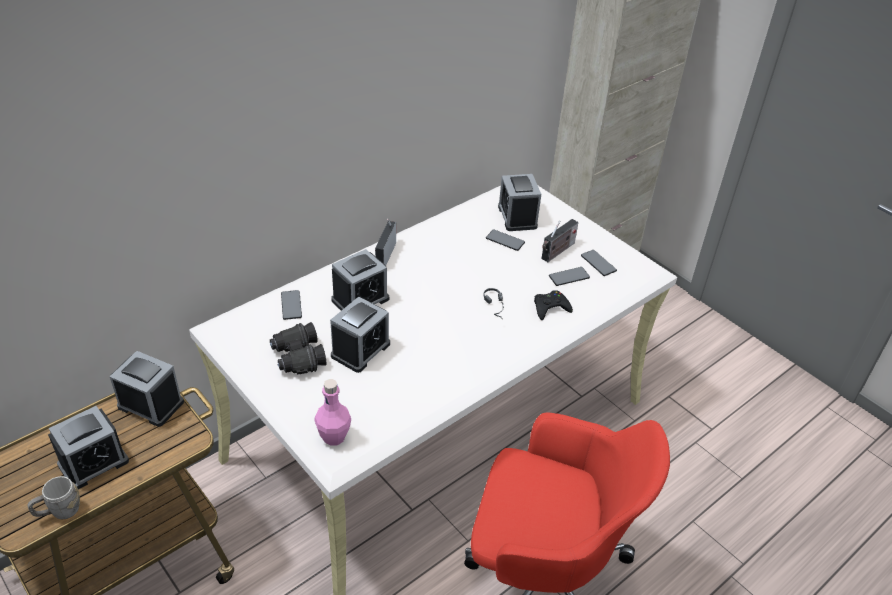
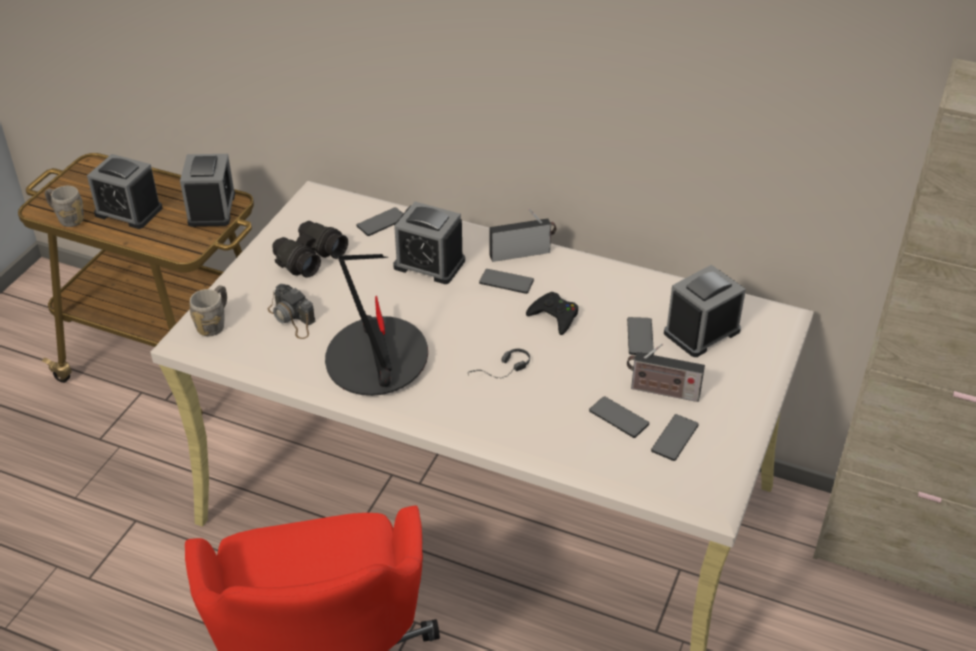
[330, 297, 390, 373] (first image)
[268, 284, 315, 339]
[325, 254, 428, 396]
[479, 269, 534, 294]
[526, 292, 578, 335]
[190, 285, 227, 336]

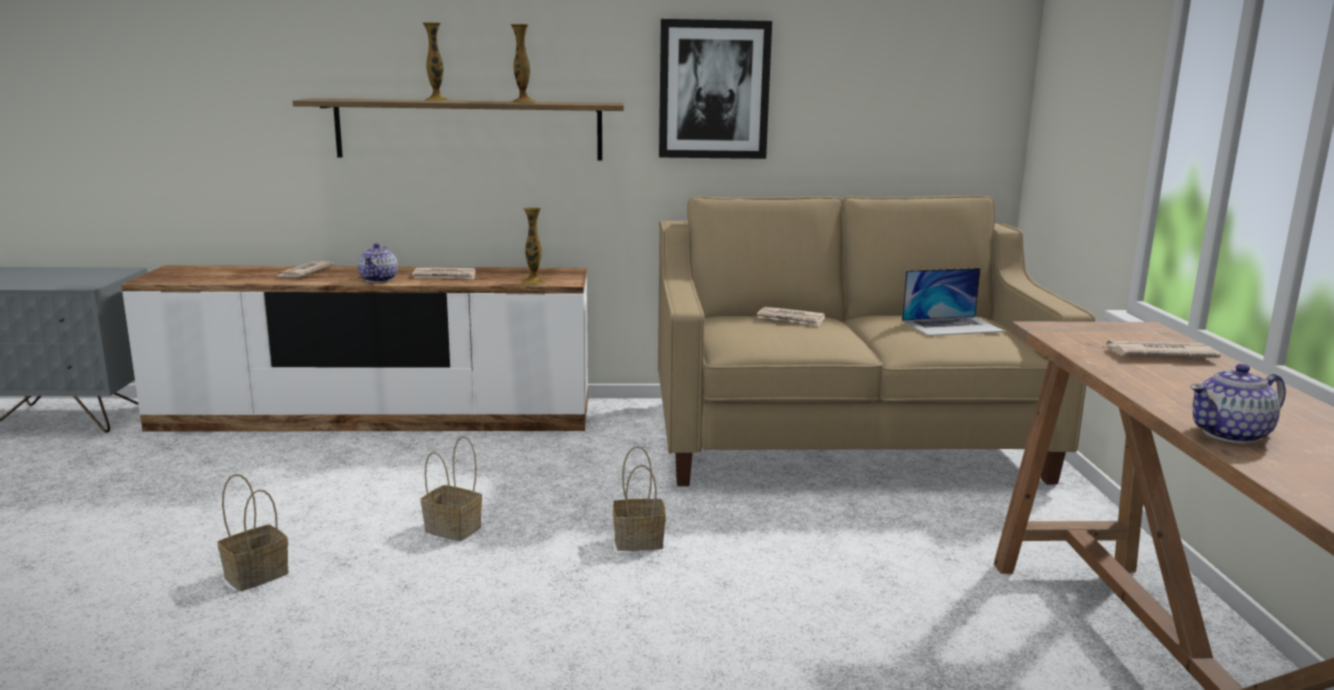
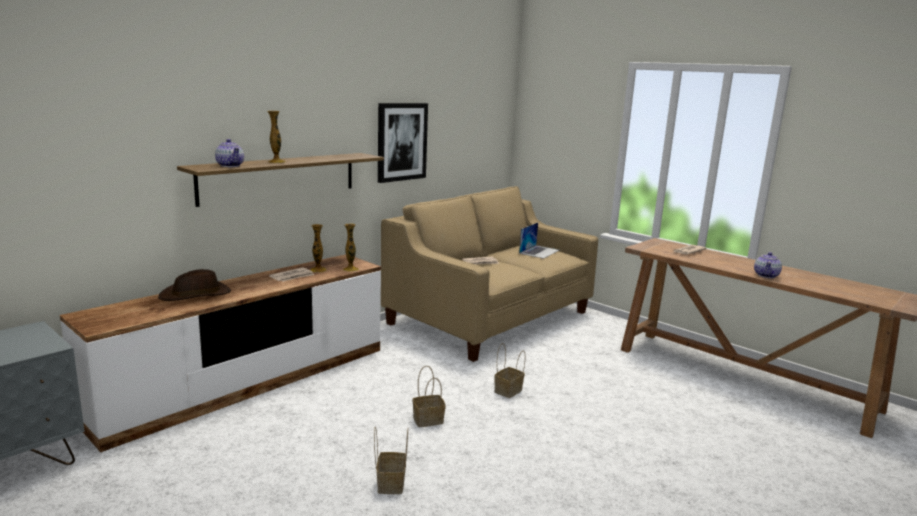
[215, 139, 244, 167]
[310, 224, 326, 273]
[158, 269, 231, 301]

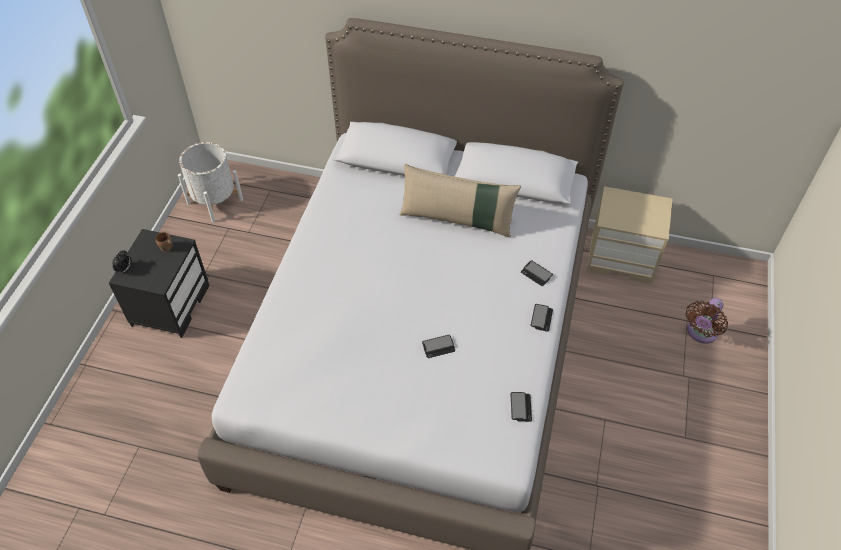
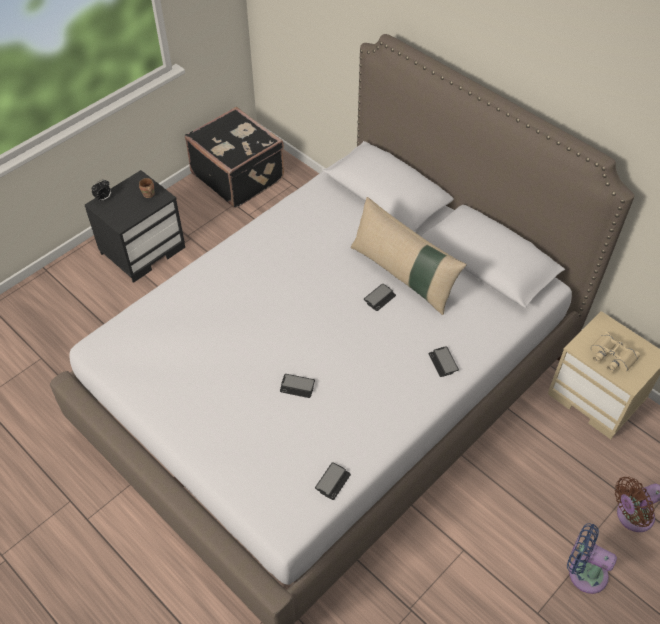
[567, 523, 617, 594]
[590, 332, 640, 373]
[364, 284, 396, 311]
[185, 107, 284, 208]

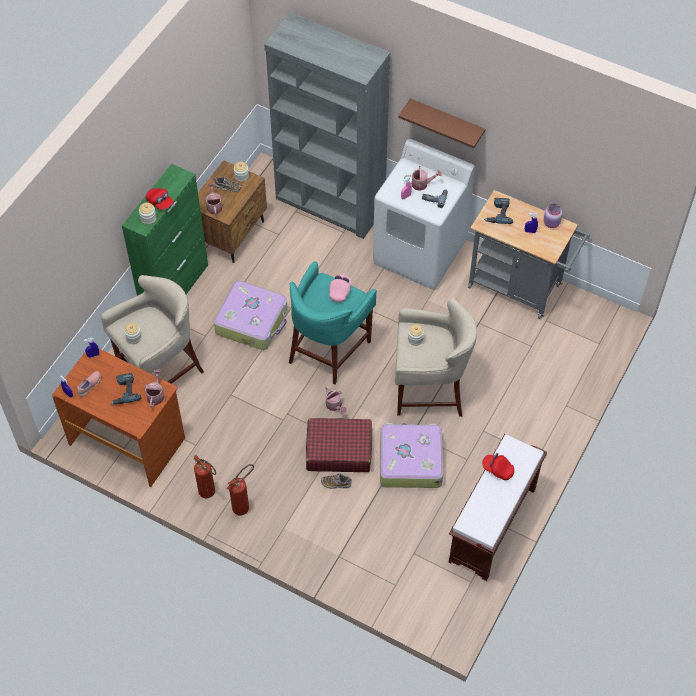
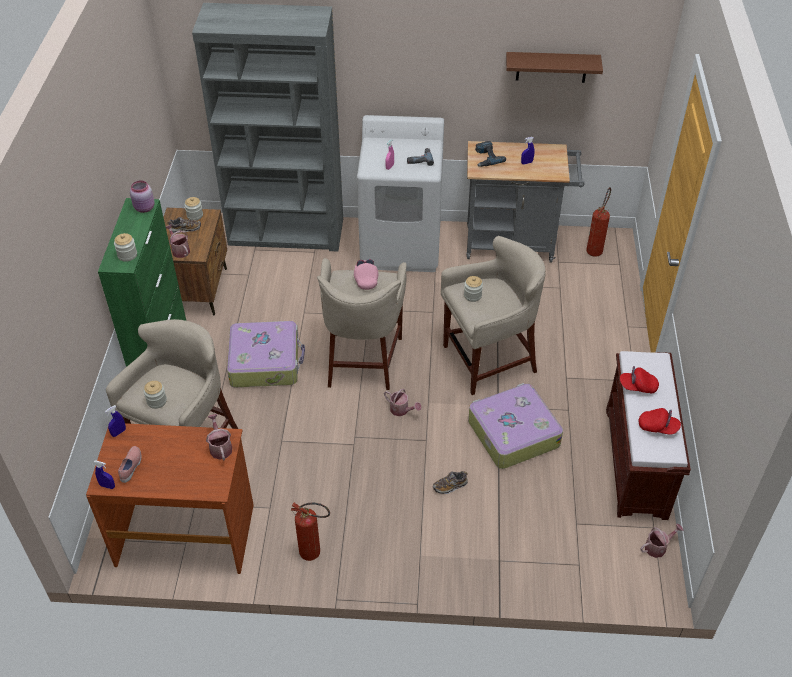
[111, 373, 142, 404] (first image)
[306, 418, 372, 472] (first image)
[639, 408, 681, 435]
[586, 187, 611, 257]
[506, 52, 603, 83]
[640, 523, 683, 558]
[130, 180, 155, 213]
[317, 258, 407, 390]

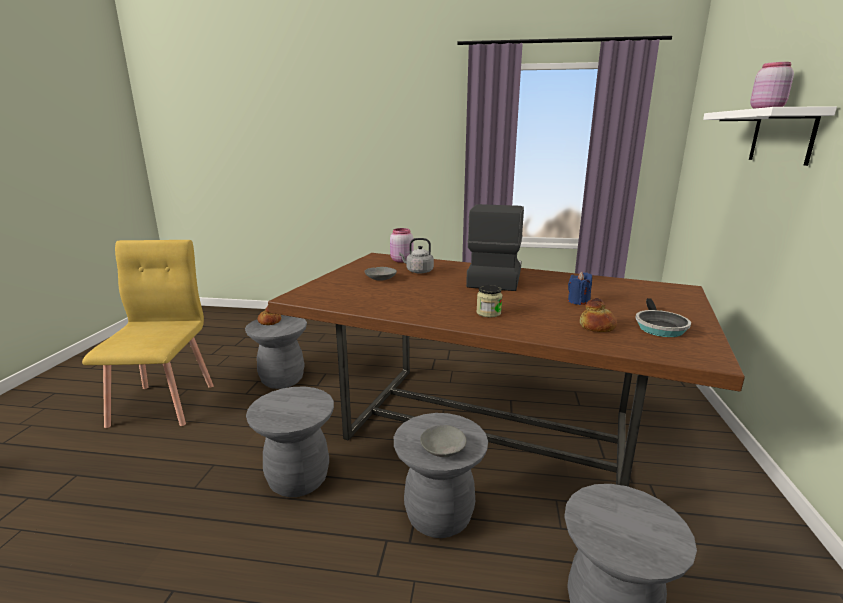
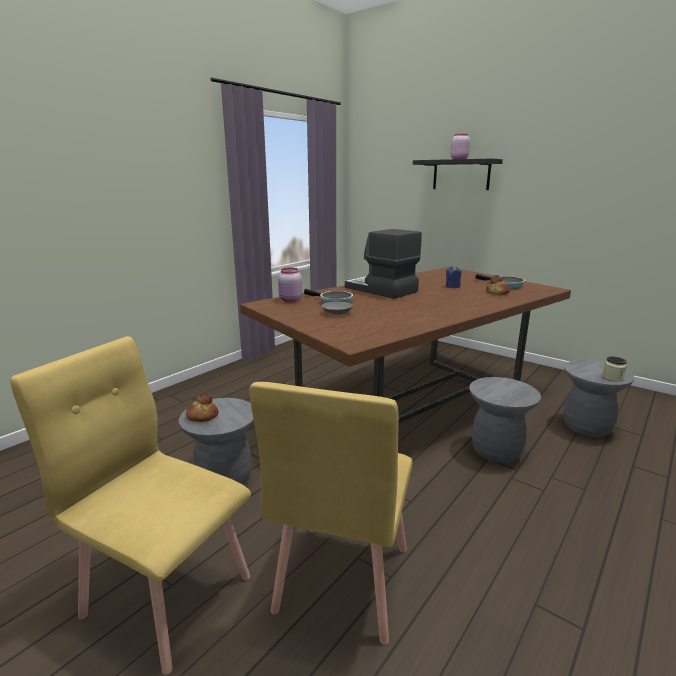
[246, 387, 334, 497] (first image)
[420, 425, 467, 457] (first image)
[250, 382, 412, 645]
[602, 356, 627, 381]
[304, 289, 353, 303]
[413, 158, 503, 190]

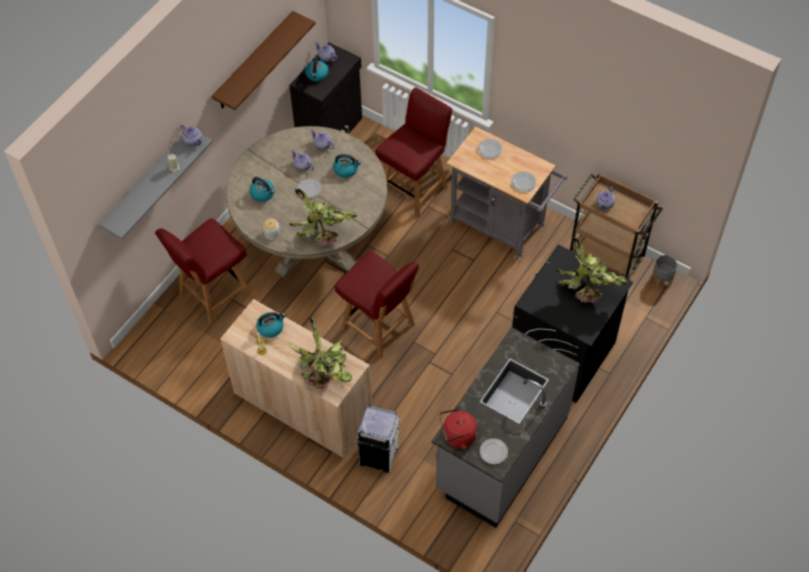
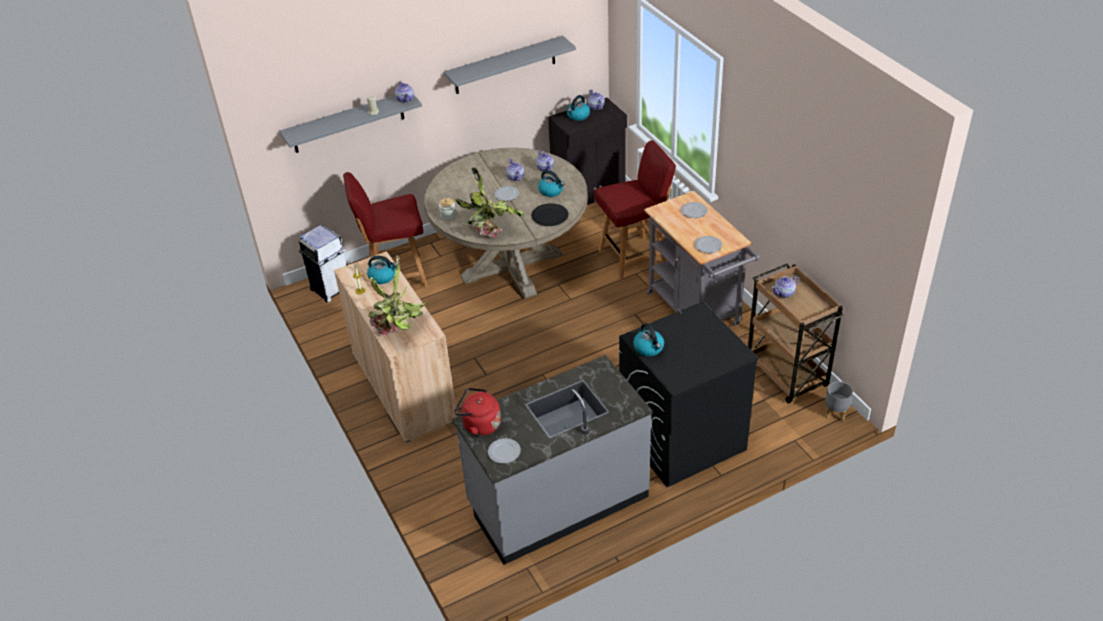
[335, 251, 419, 359] (first image)
[555, 237, 627, 303] (first image)
[531, 203, 569, 226]
[633, 323, 664, 356]
[299, 225, 346, 302]
[444, 36, 576, 94]

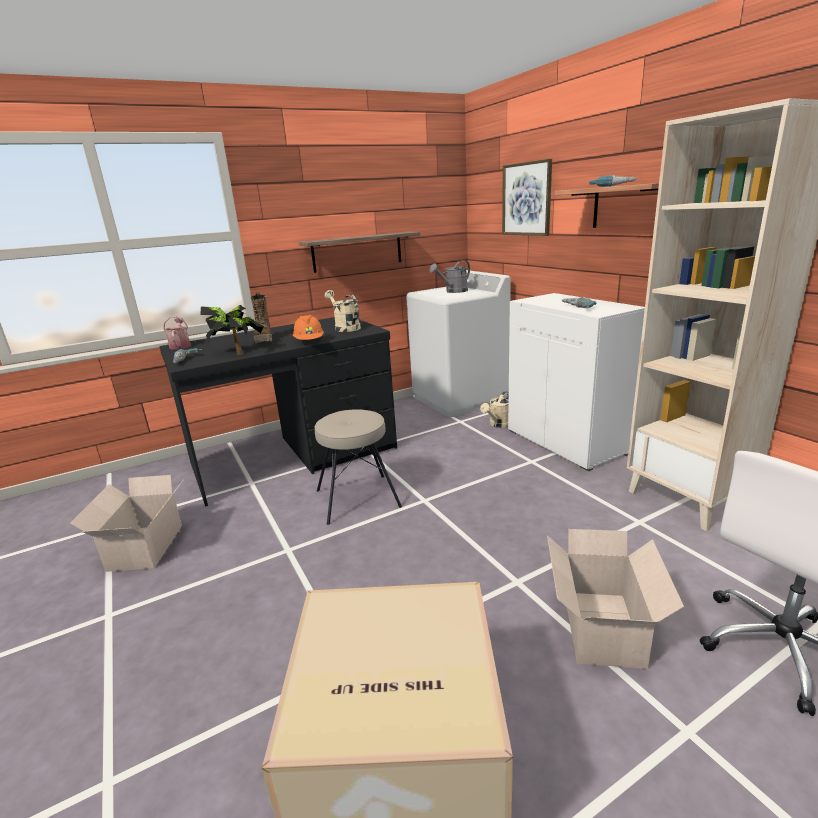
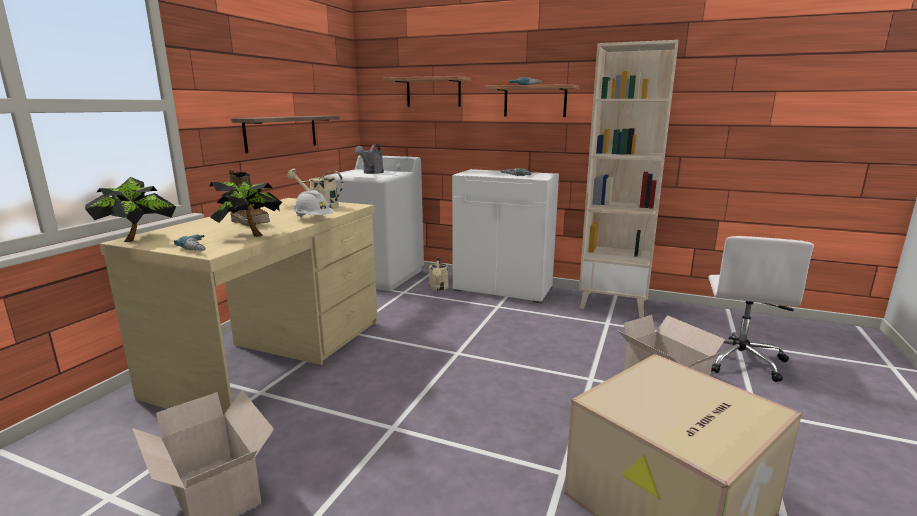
[315, 409, 402, 525] (first image)
[85, 177, 176, 242]
[383, 76, 471, 107]
[100, 198, 377, 415]
[294, 190, 334, 217]

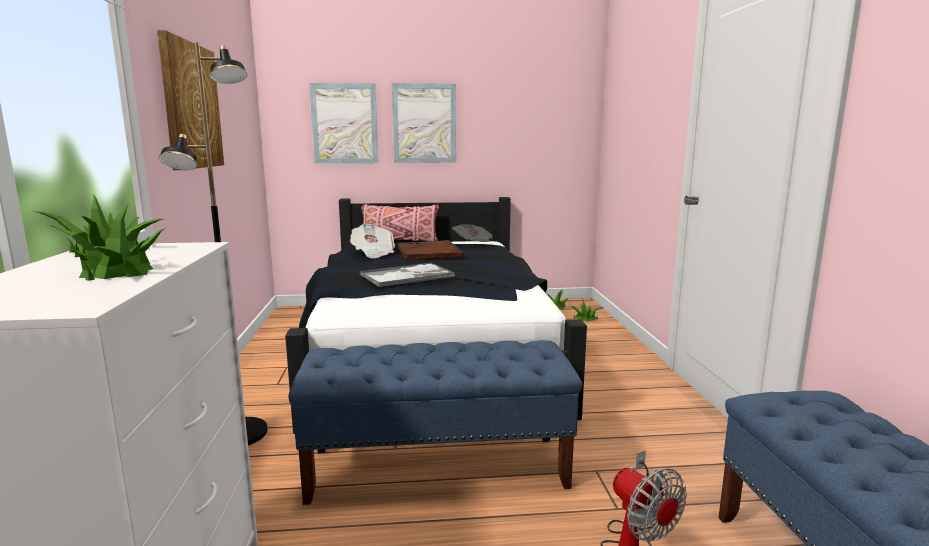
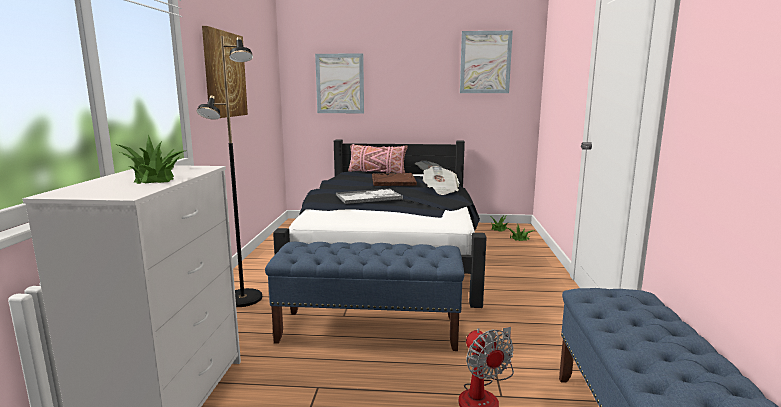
[423, 166, 459, 195]
[460, 31, 513, 93]

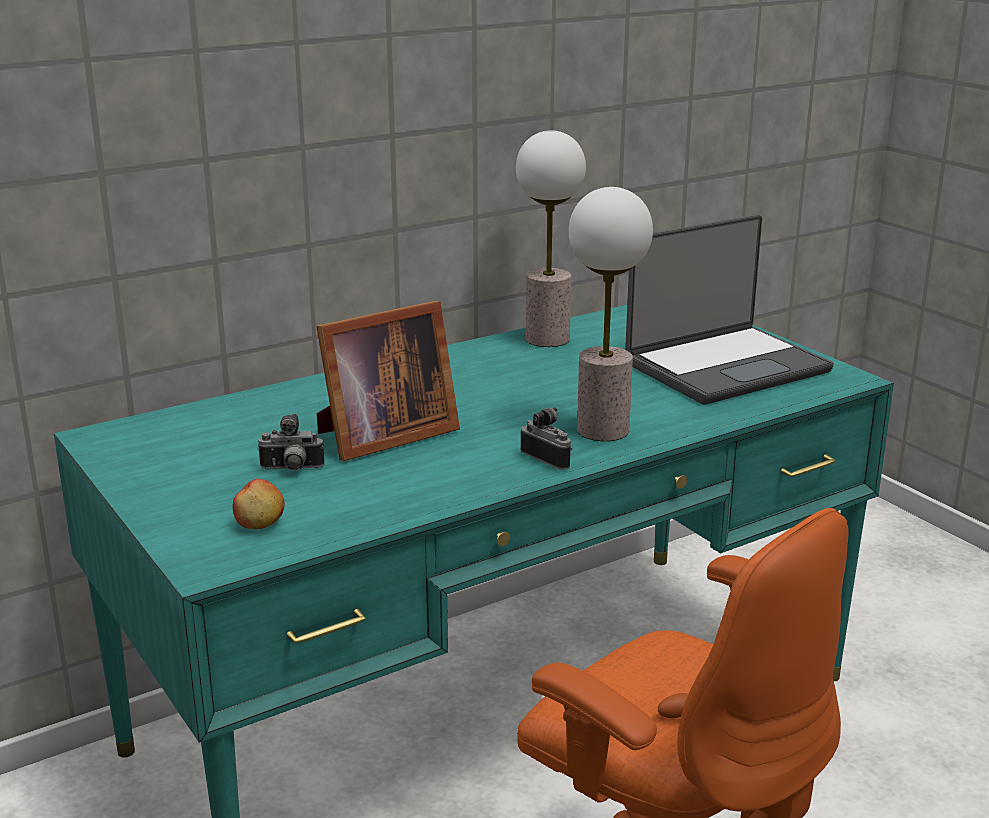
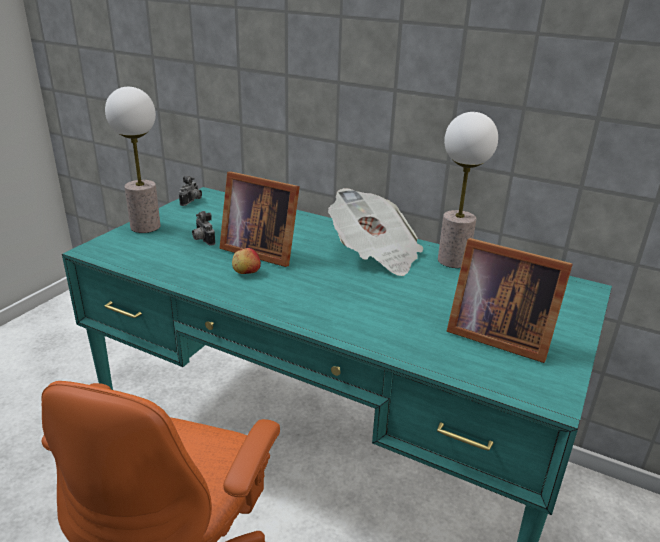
[328, 188, 424, 276]
[232, 248, 261, 274]
[179, 176, 202, 206]
[105, 87, 161, 233]
[447, 238, 573, 363]

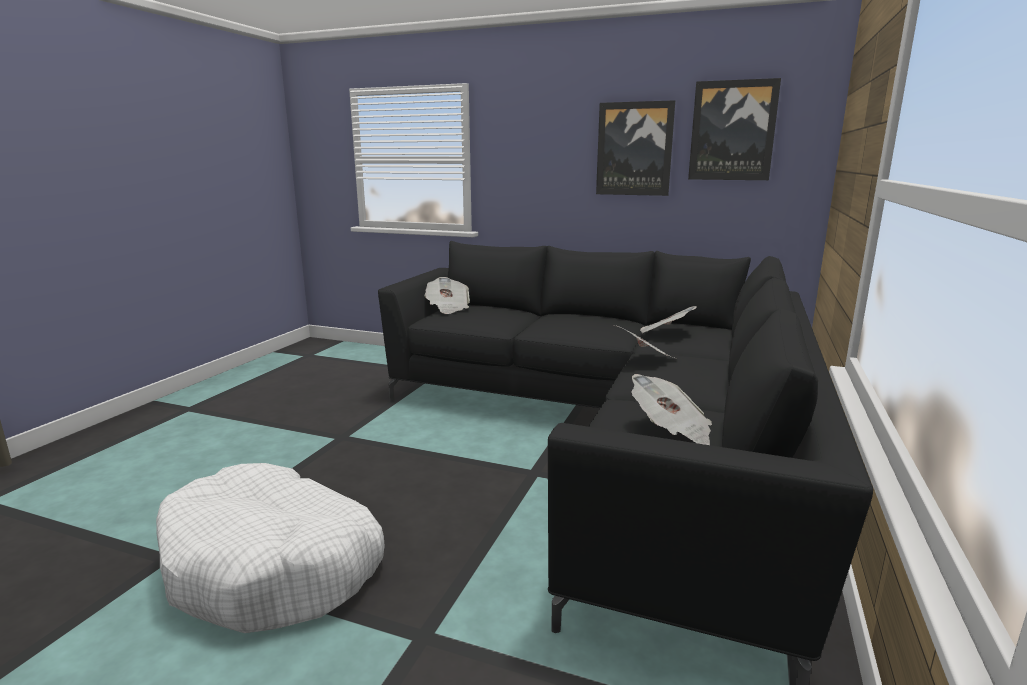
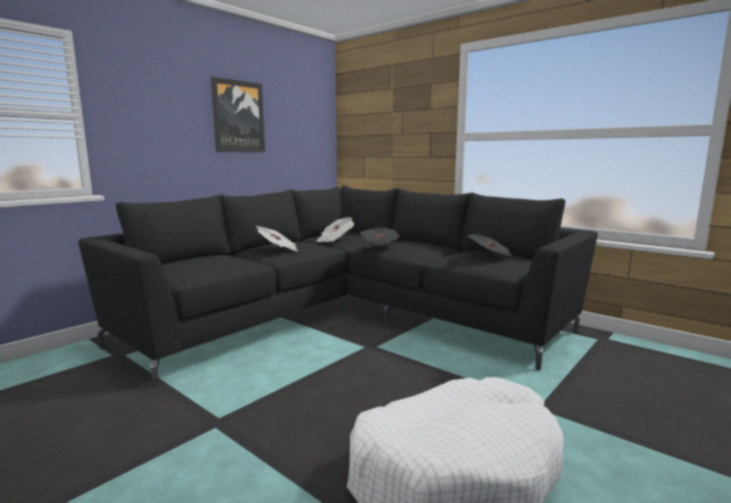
[688, 78, 781, 180] (first image)
[256, 226, 298, 251]

